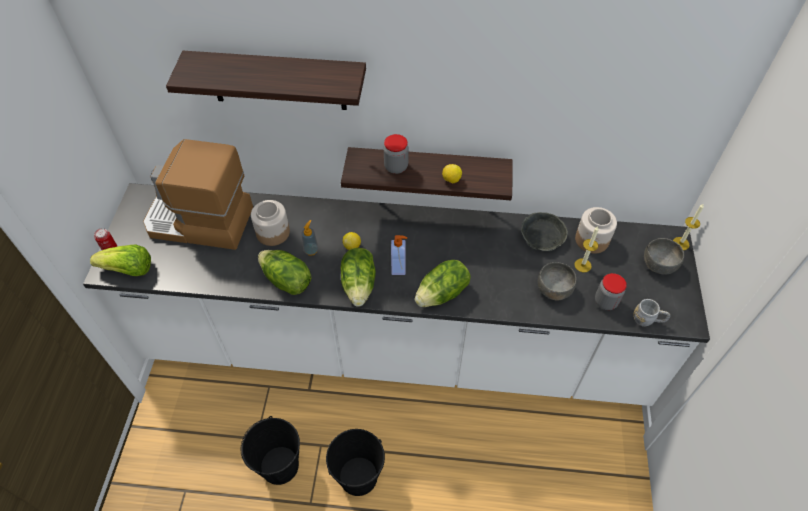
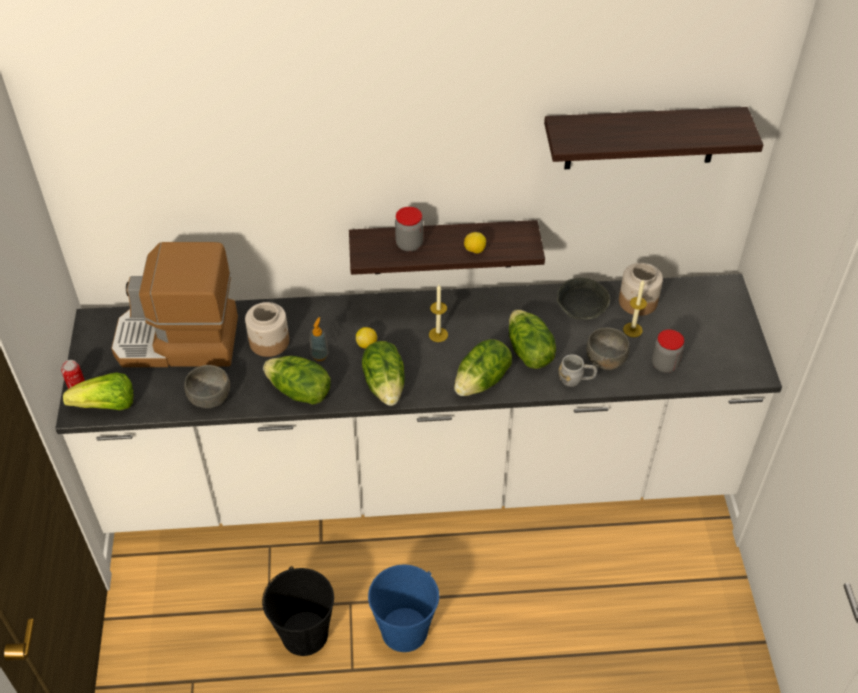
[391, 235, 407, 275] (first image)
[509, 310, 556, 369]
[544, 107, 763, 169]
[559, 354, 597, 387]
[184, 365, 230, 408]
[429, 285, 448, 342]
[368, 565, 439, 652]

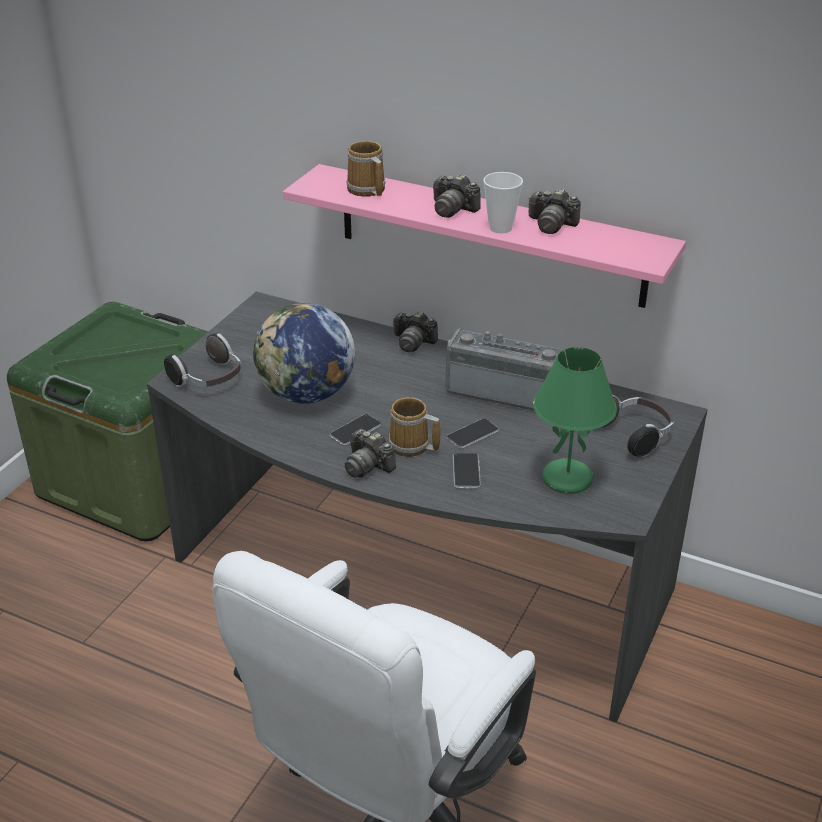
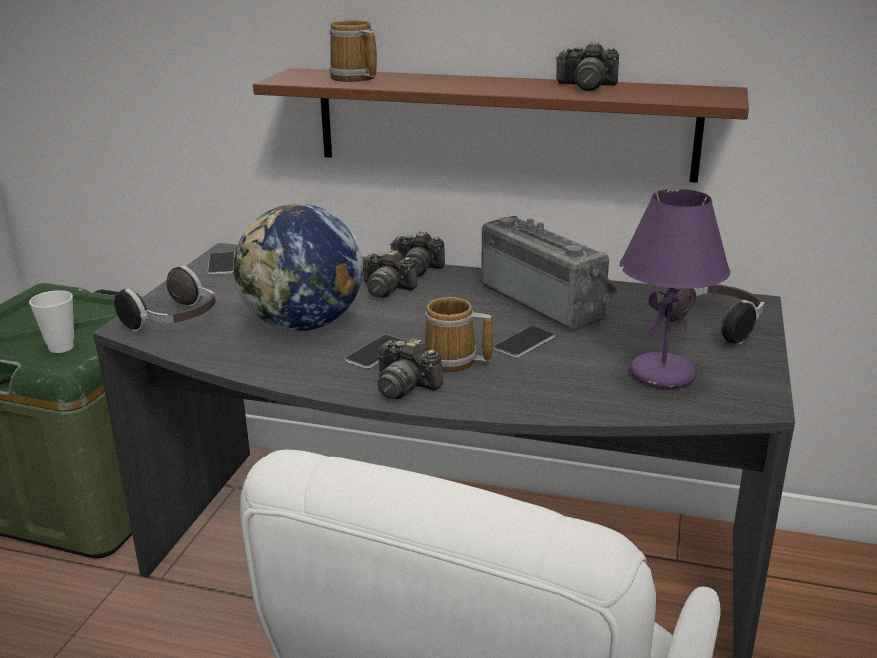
[363, 250, 417, 298]
[207, 252, 235, 275]
[29, 290, 74, 353]
[253, 68, 749, 183]
[620, 189, 730, 389]
[481, 216, 618, 330]

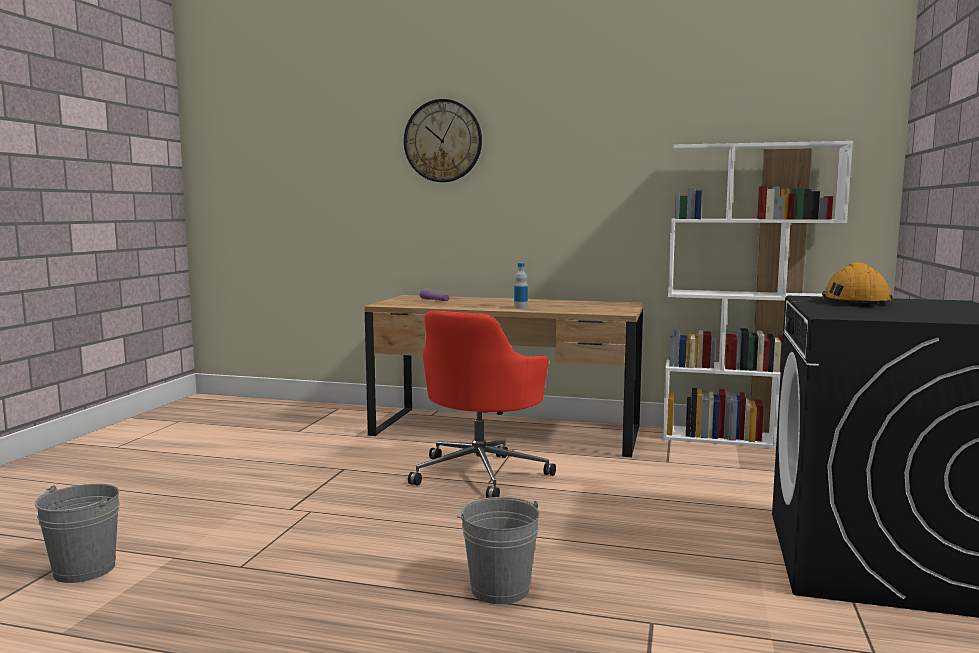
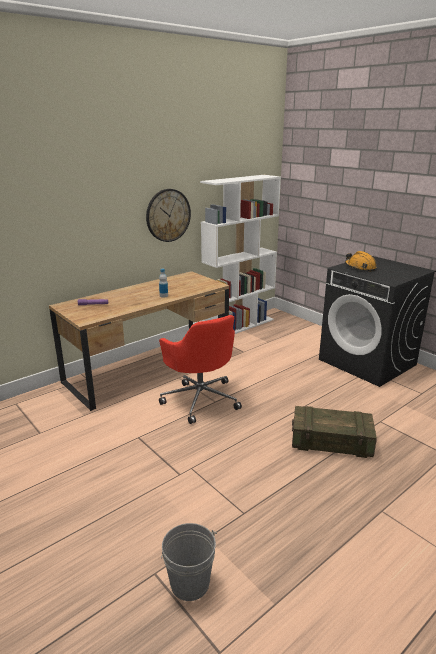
[146, 189, 191, 242]
[292, 406, 377, 458]

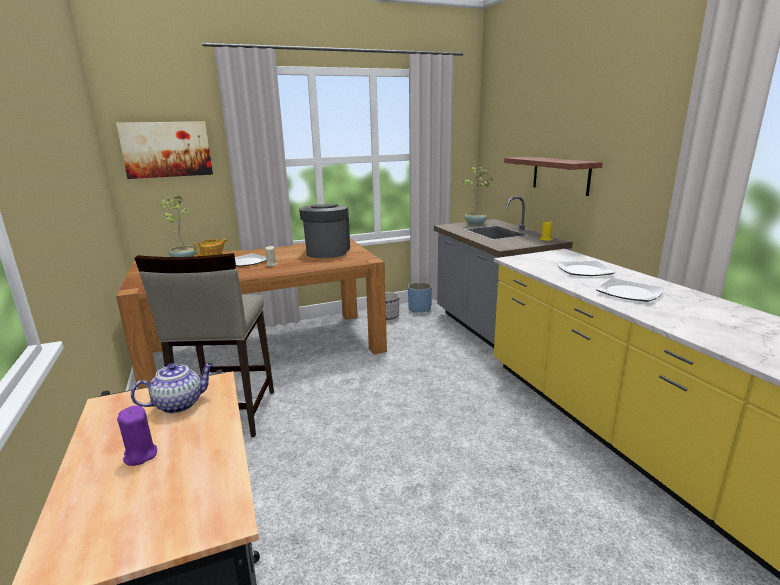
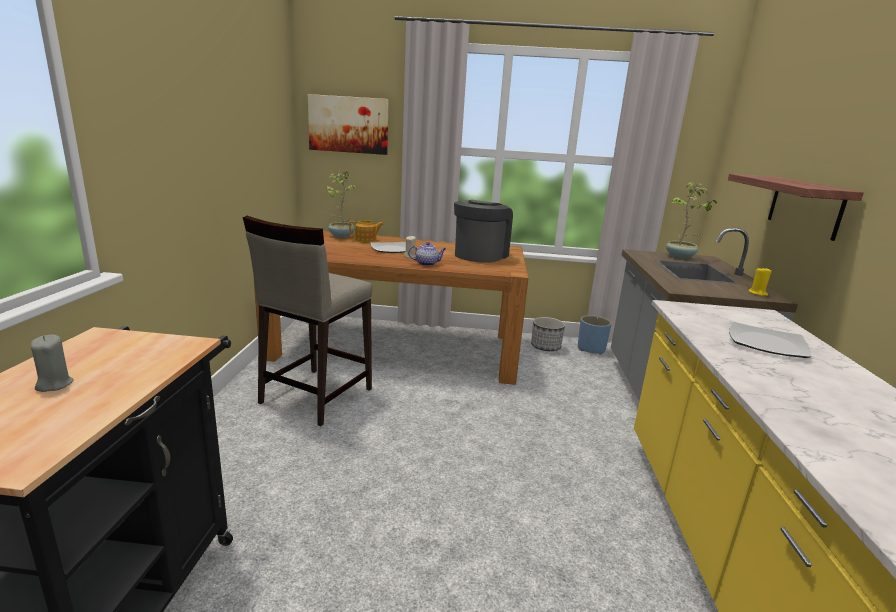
[596, 278, 664, 302] (first image)
[408, 242, 446, 266]
[31, 335, 74, 392]

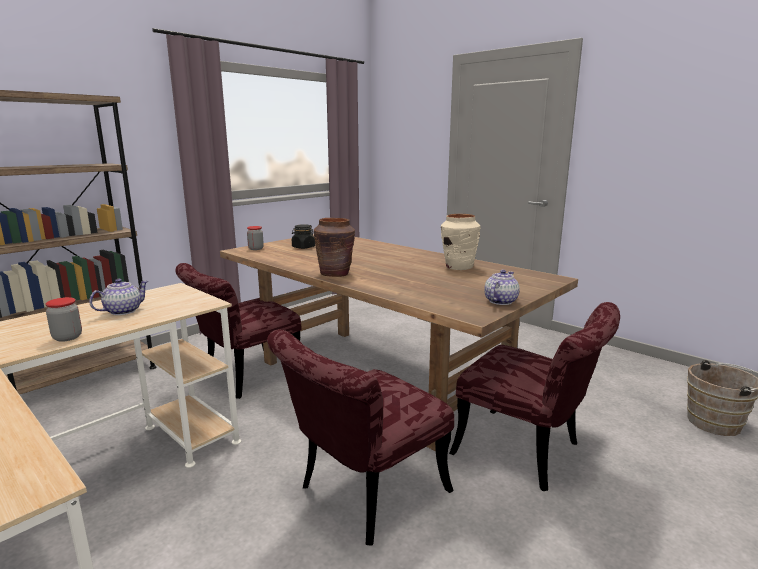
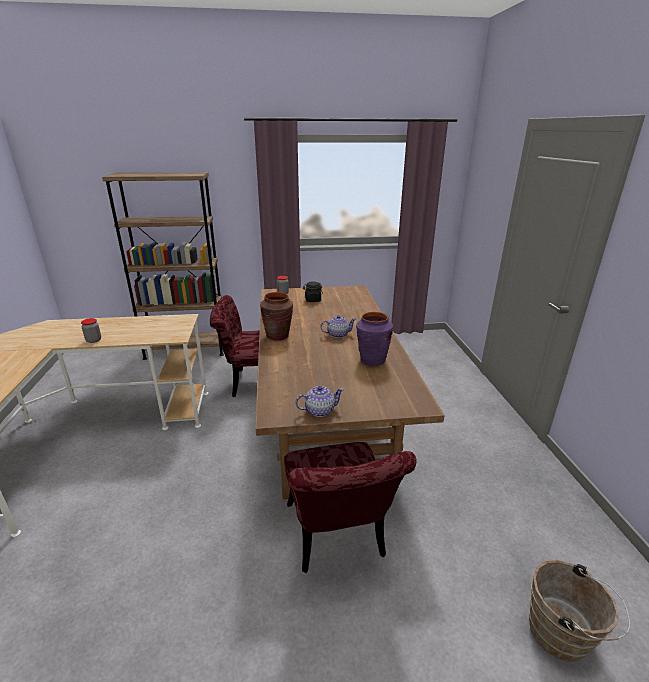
[267, 330, 454, 546] (first image)
[320, 315, 356, 338]
[356, 312, 393, 366]

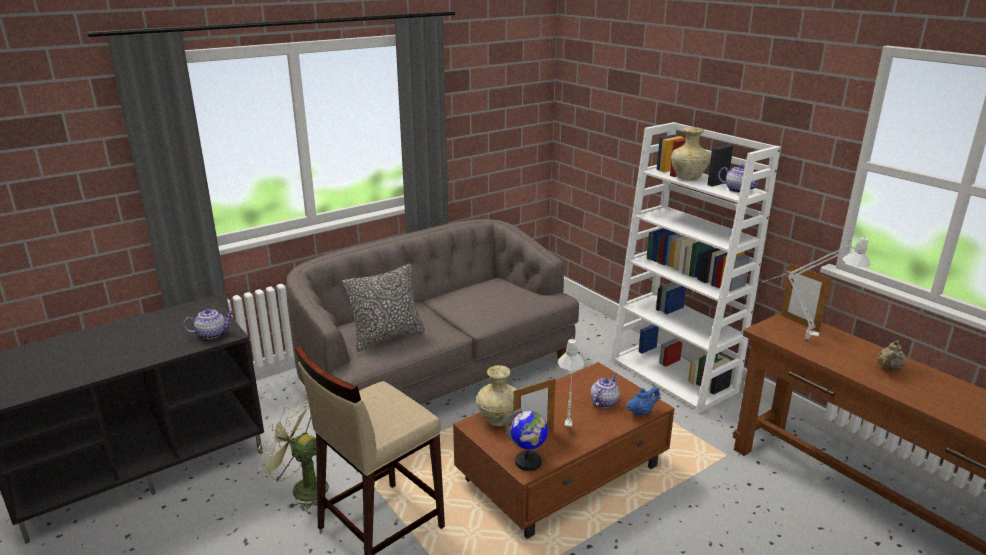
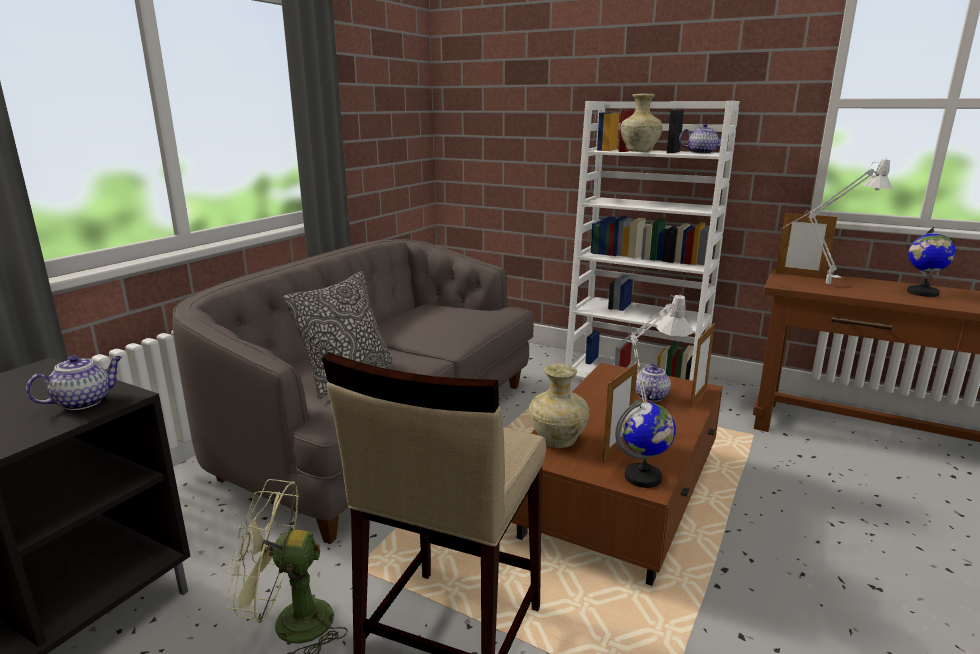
[690, 323, 715, 408]
[907, 227, 956, 297]

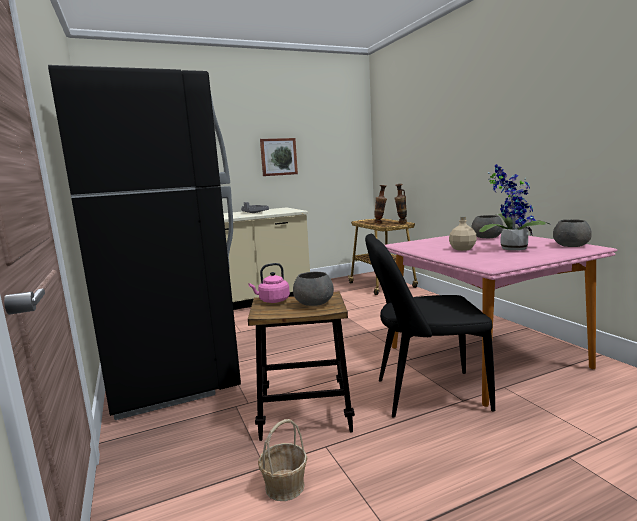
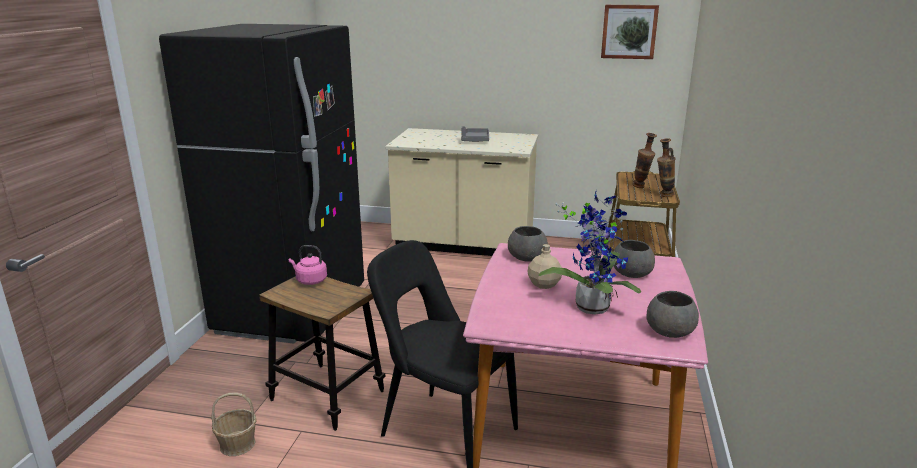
[601, 5, 659, 59]
[508, 226, 548, 262]

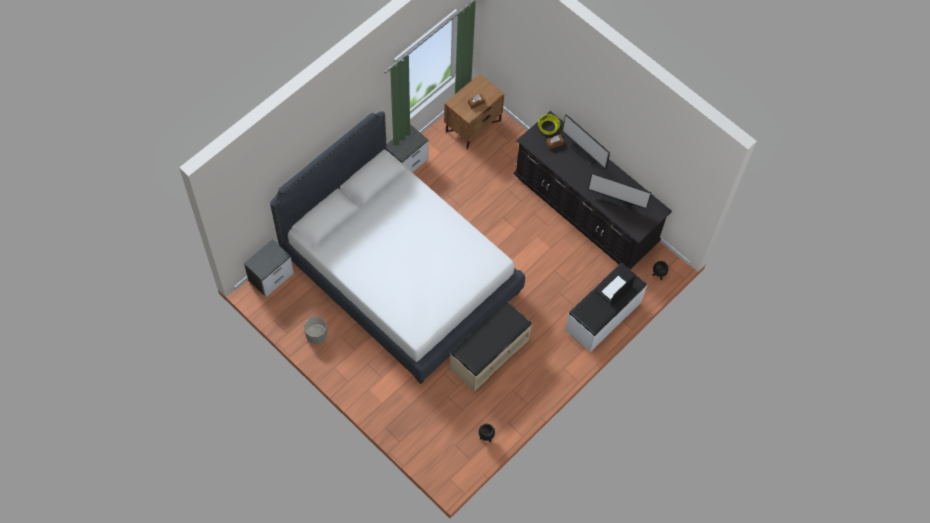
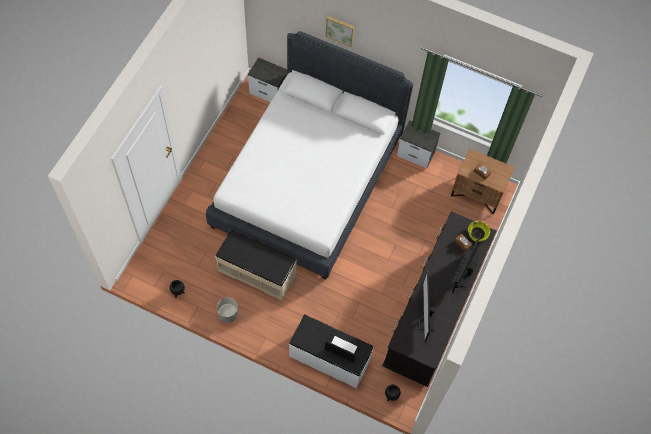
[325, 16, 355, 47]
[217, 297, 239, 323]

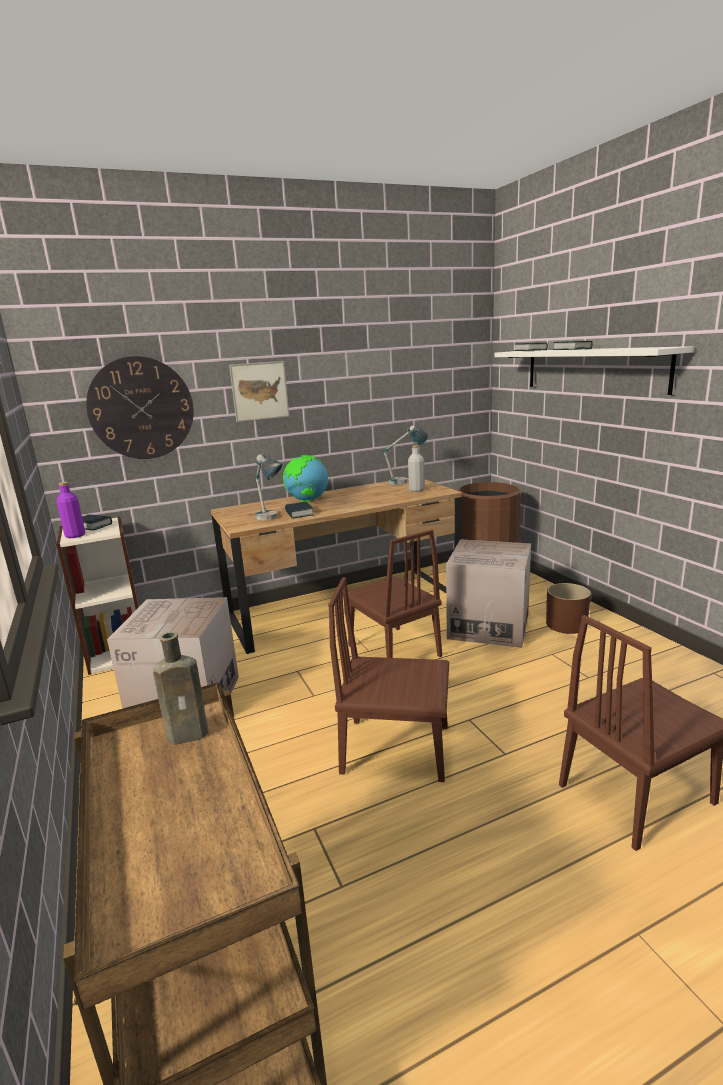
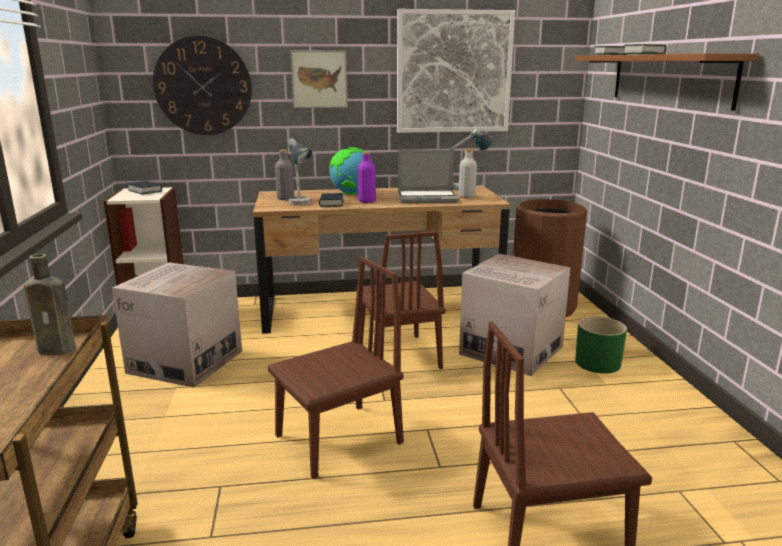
[275, 150, 294, 200]
[397, 9, 515, 133]
[398, 150, 458, 203]
[358, 151, 376, 203]
[575, 53, 759, 111]
[575, 317, 627, 374]
[268, 257, 404, 479]

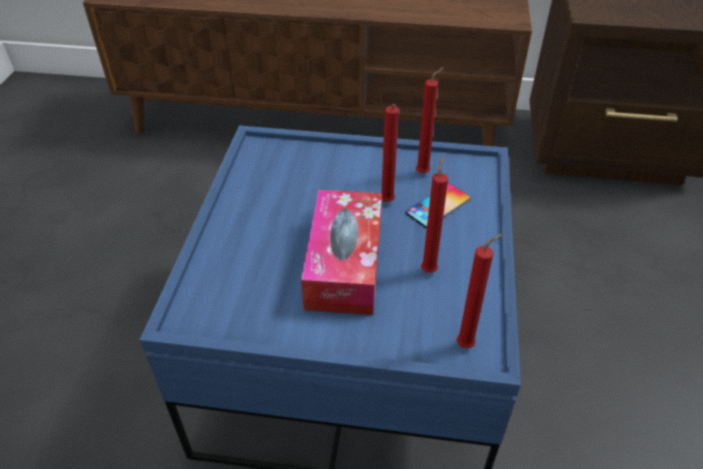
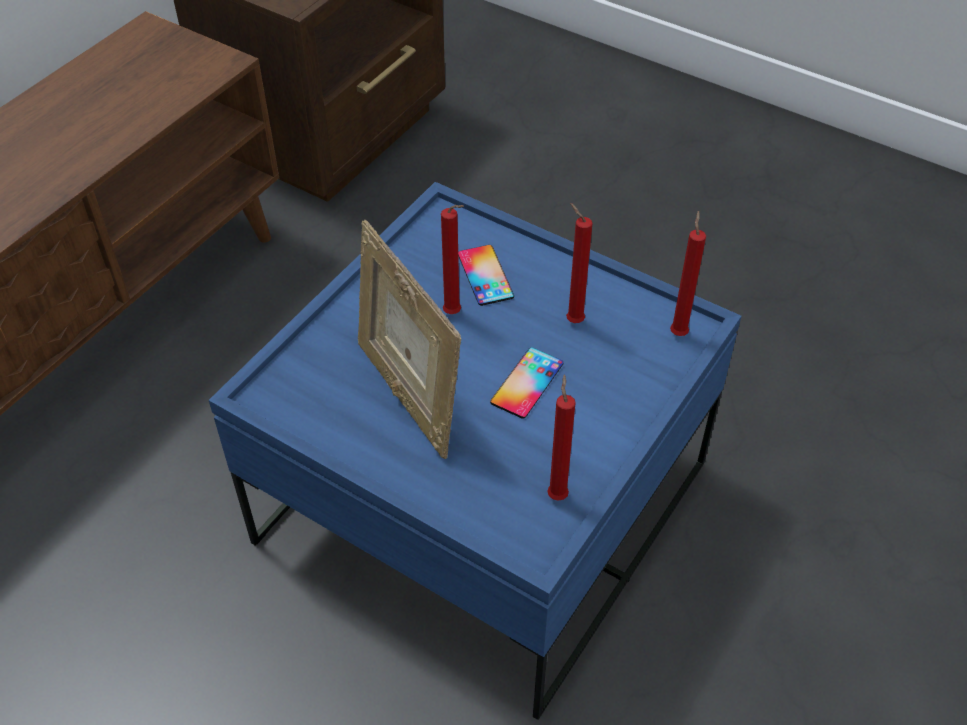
[358, 220, 461, 459]
[547, 374, 576, 501]
[490, 347, 563, 419]

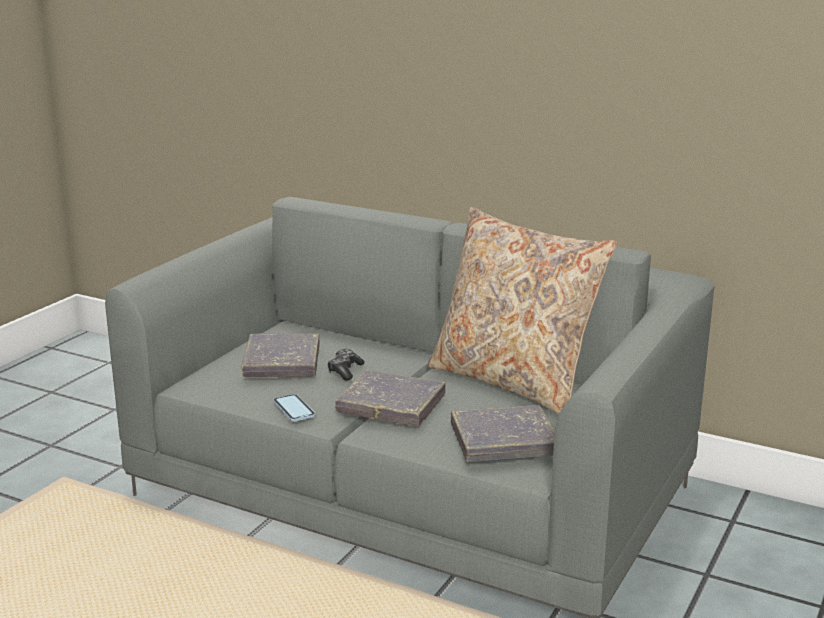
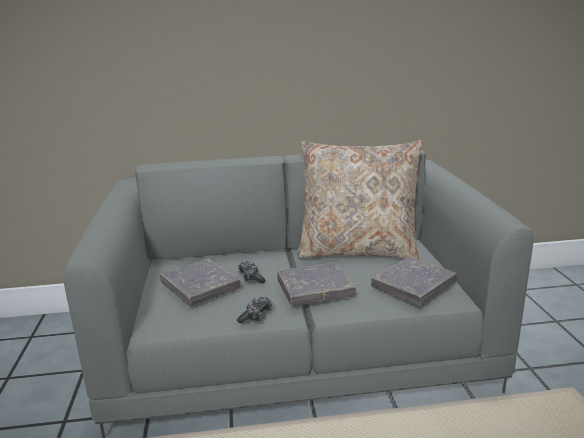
[237, 297, 272, 323]

